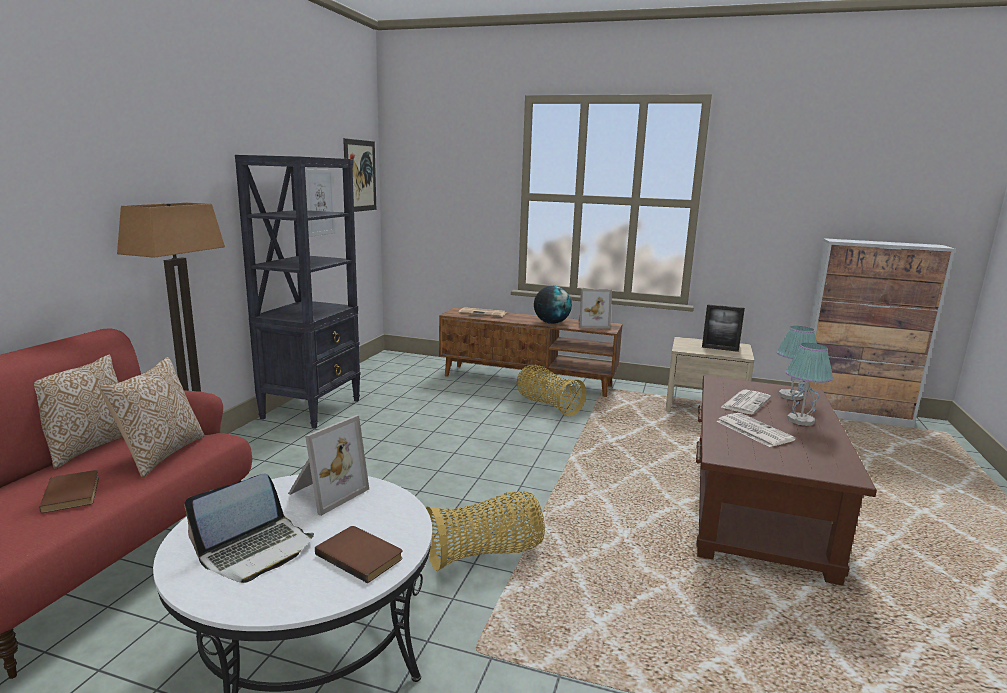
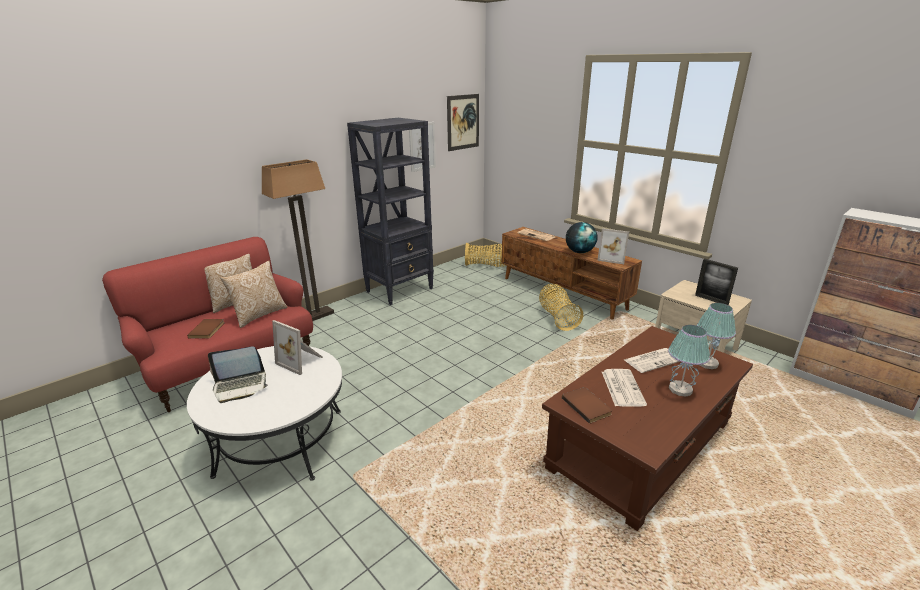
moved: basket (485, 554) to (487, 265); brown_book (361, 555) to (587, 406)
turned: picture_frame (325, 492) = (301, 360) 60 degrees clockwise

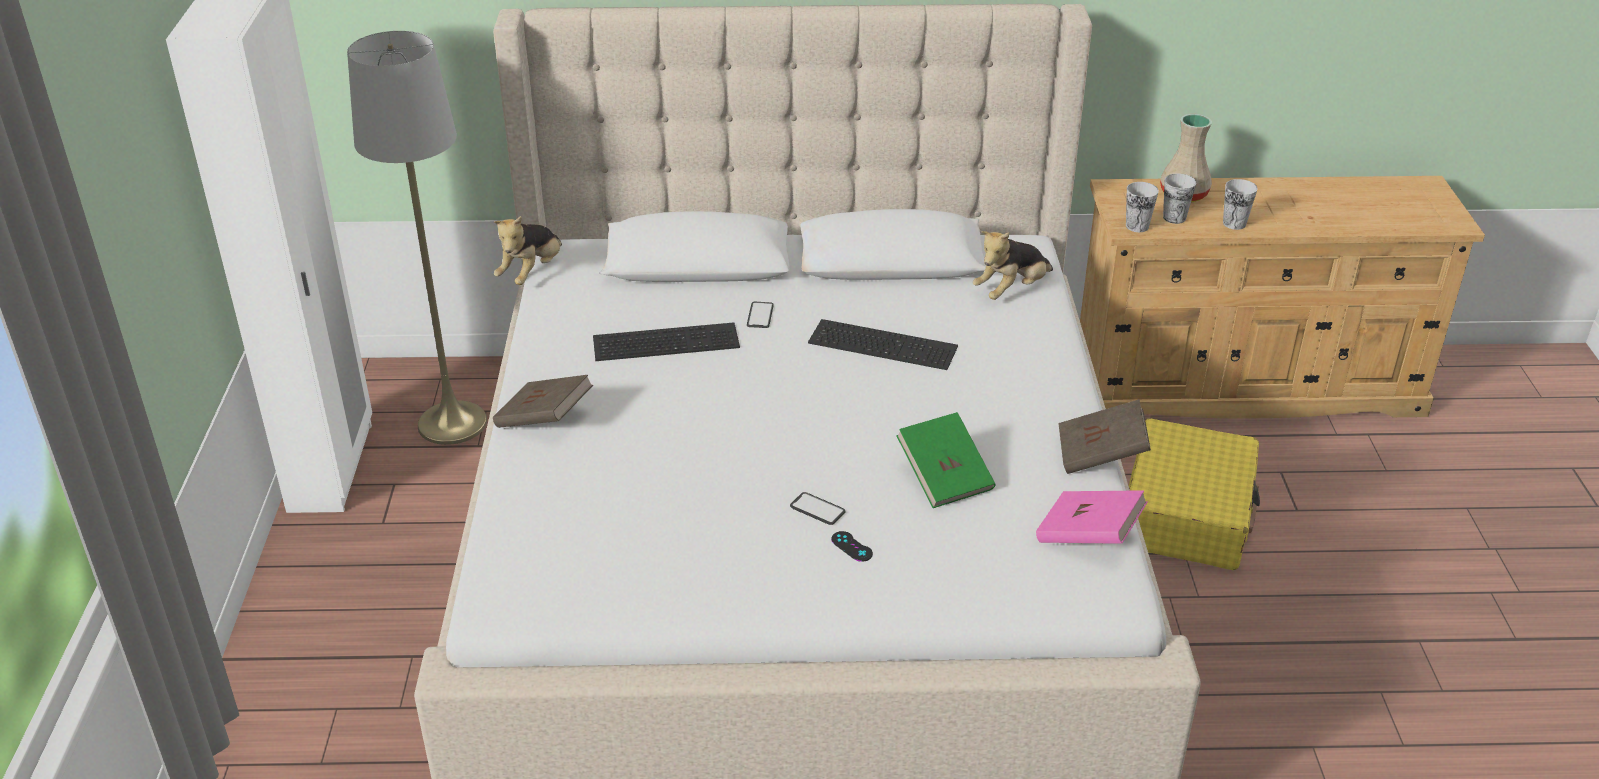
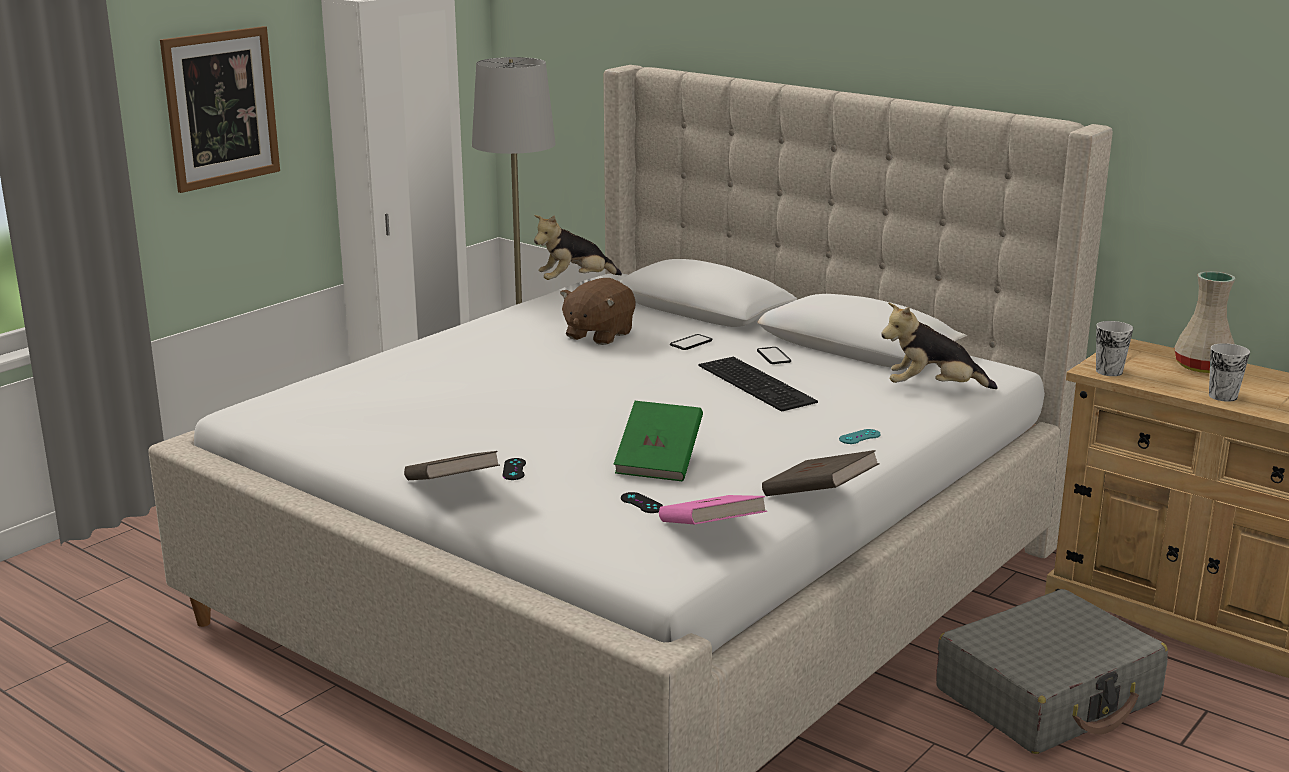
removed: cup (1174, 218)
added: picture (221, 108); black_game_controller (641, 503); turquoise_game_controller (859, 437)
moved: brown_book (544, 420) to (451, 489); phone (817, 509) to (773, 356)
replaced: keyboard (667, 340) to brown_plush_toy (598, 335)
recoloured: yellow_suitcase (1186, 512) to grey_suitcase (1048, 696)

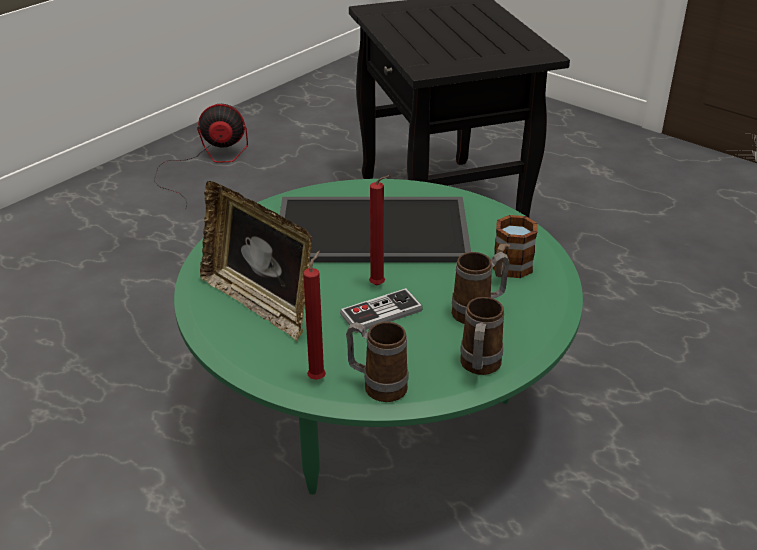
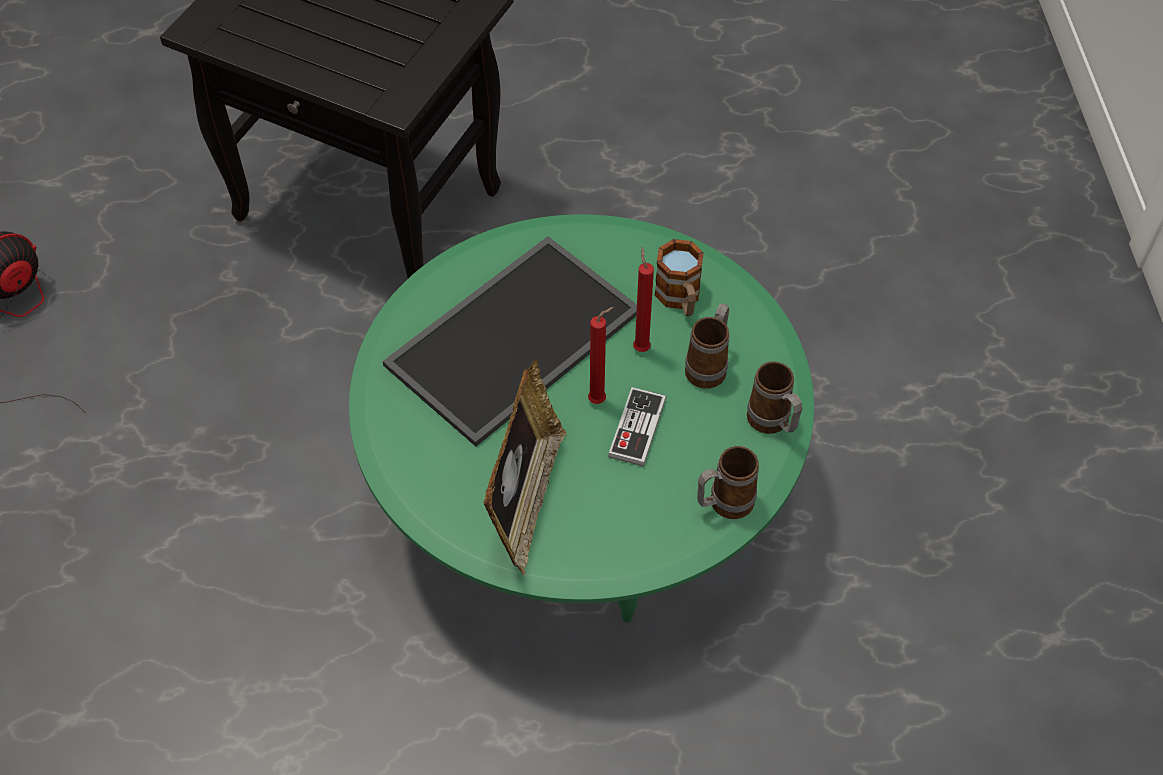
moved: red_candle (318, 377) to (641, 346)
turned: picture_frame (259, 303) = (526, 501) 75 degrees counterclockwise

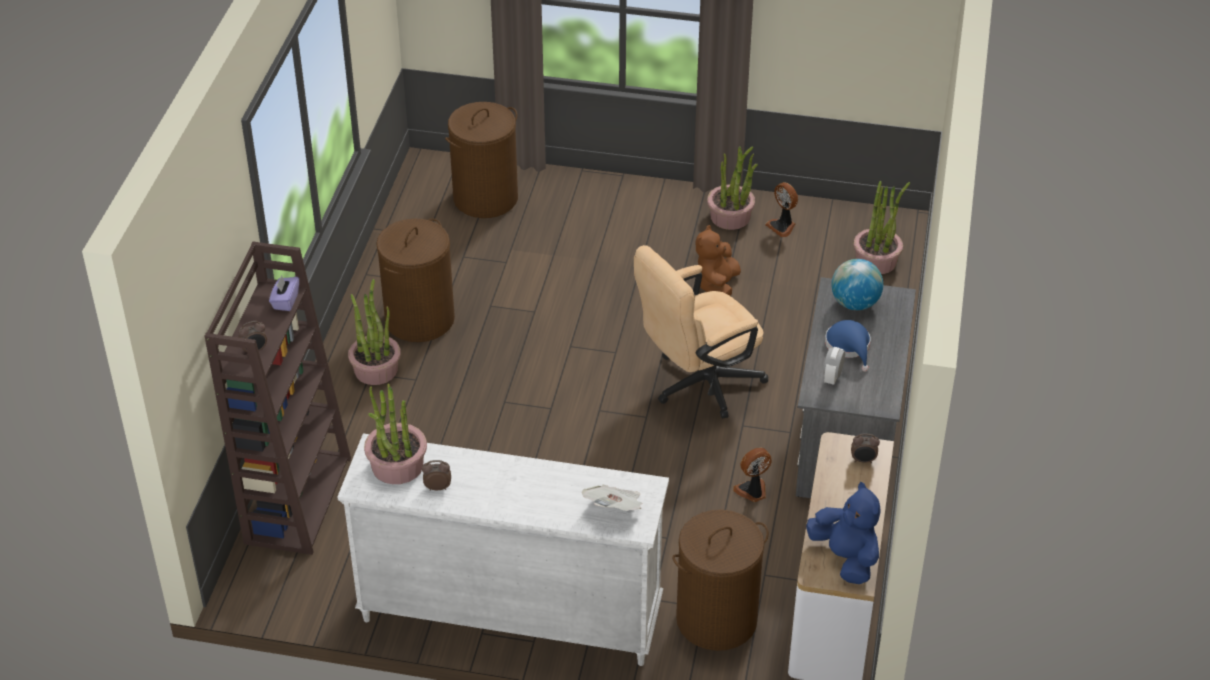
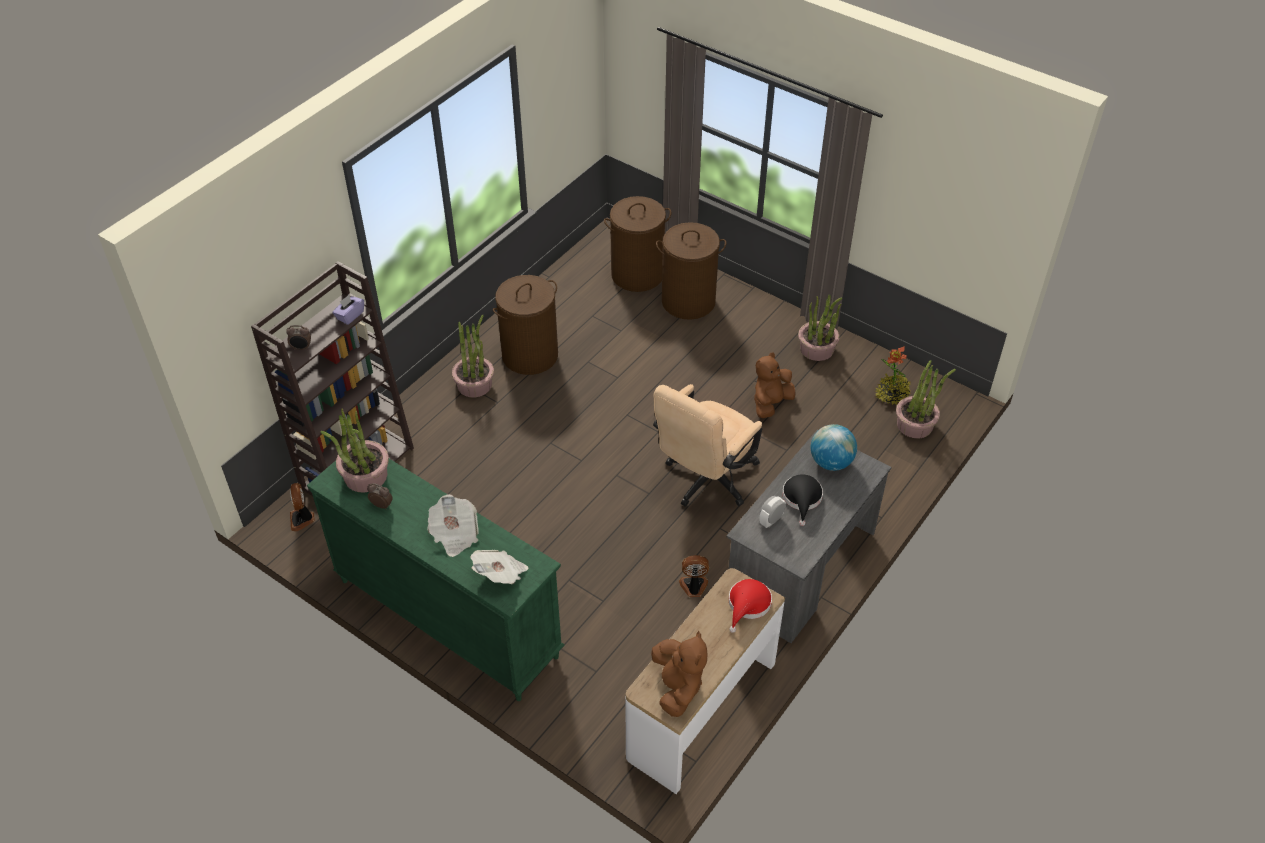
added: newspaper (454, 534); potted_plant (892, 394)
moved: fan (782, 226) to (302, 519); brown_laundry_basket (716, 619) to (688, 301)
replaced: alarm_clock (863, 460) to red_hat (748, 605)
recoloured: white_dresser (509, 614) to green_dresser (447, 617); blue_plush_toy (845, 558) to brown_plush_toy (678, 687); blue_hat (849, 346) to black_hat (802, 499)
turned: beige_office_chair (698, 385) = (705, 481) 45 degrees counterclockwise

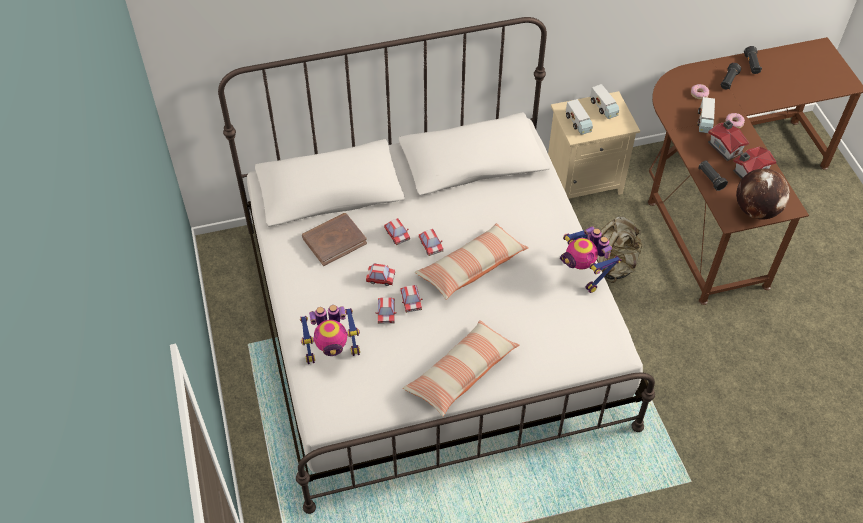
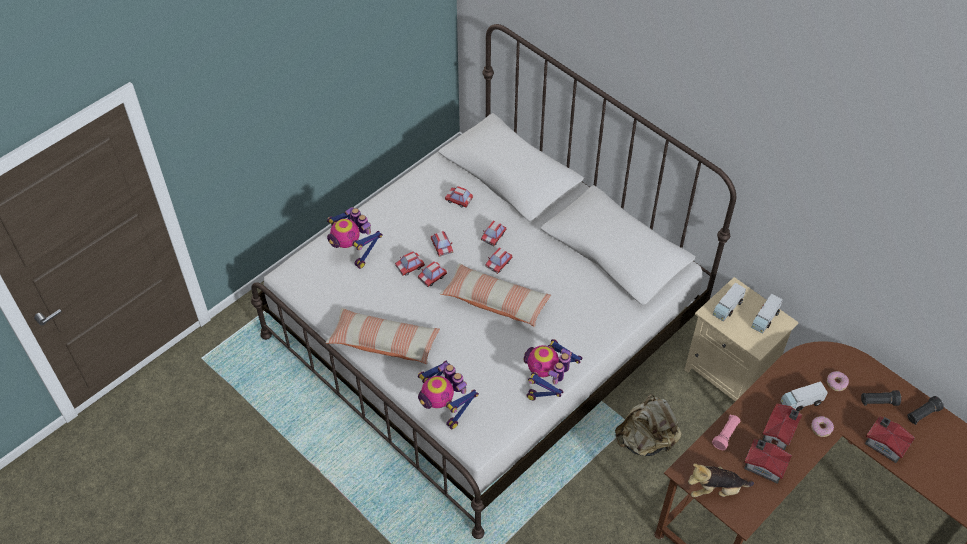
added: toy_robot (444, 407); toy_house (885, 444)
replaced: brown_book (334, 240) to toy_car (458, 200); globe (756, 210) to plush_toy (715, 489)
recoloured: black_flashlight (710, 179) to pink_flashlight (726, 435)

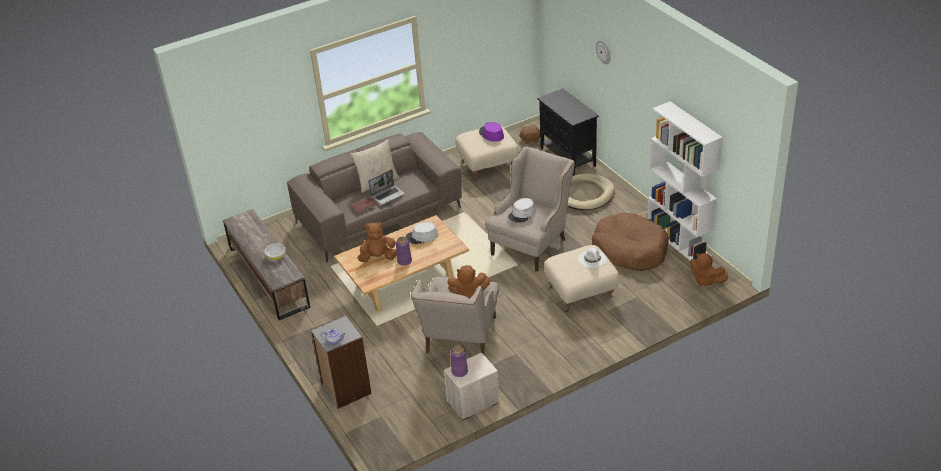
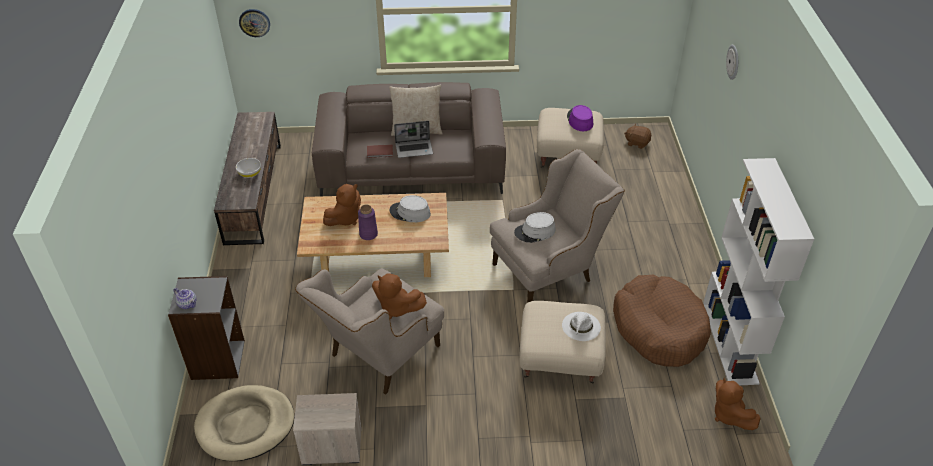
removed: purple_vase (459, 371); black_cabinet (568, 157)
added: wall_clock (254, 22)
moved: beige_dog_bed (586, 194) to (245, 425)
turned: brown_plush_toy (378, 258) = (345, 218) 120 degrees clockwise

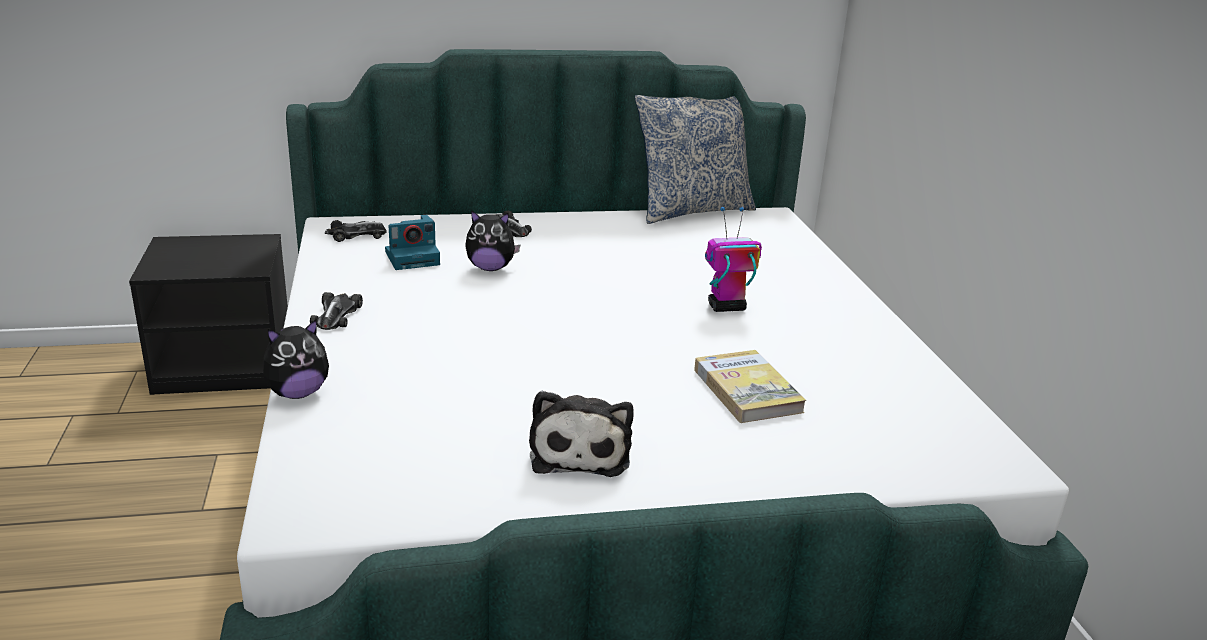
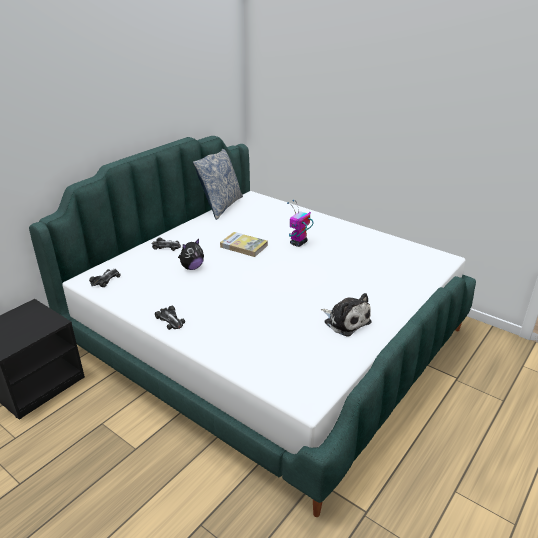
removed: plush_toy (297, 393); photo_camera (413, 258)
moved: book (747, 390) to (244, 246)

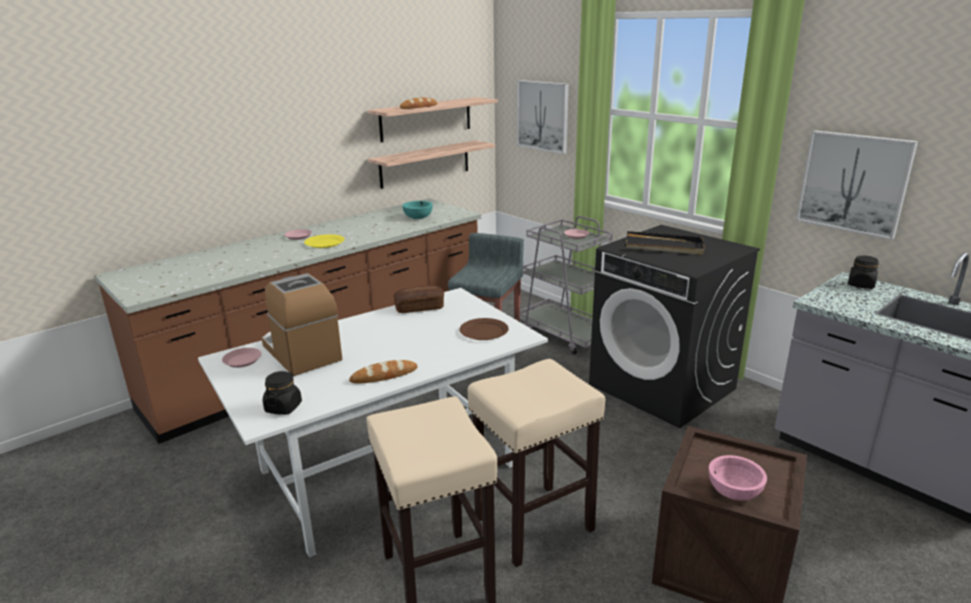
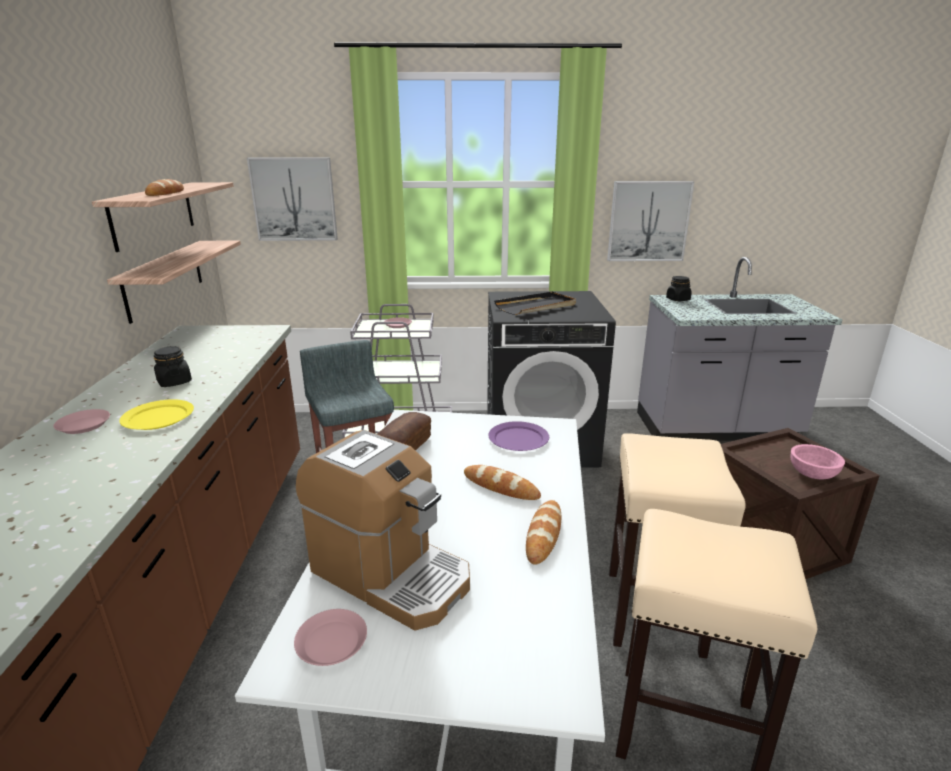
removed: turquoise_bowl (418, 218)
added: bread (500, 486)
moved: black_jar (283, 407) to (174, 382)
recoloured: brown_plate (483, 332) to purple_plate (518, 439)
turned: coffee_machine (301, 352) = (390, 574) 150 degrees counterclockwise

